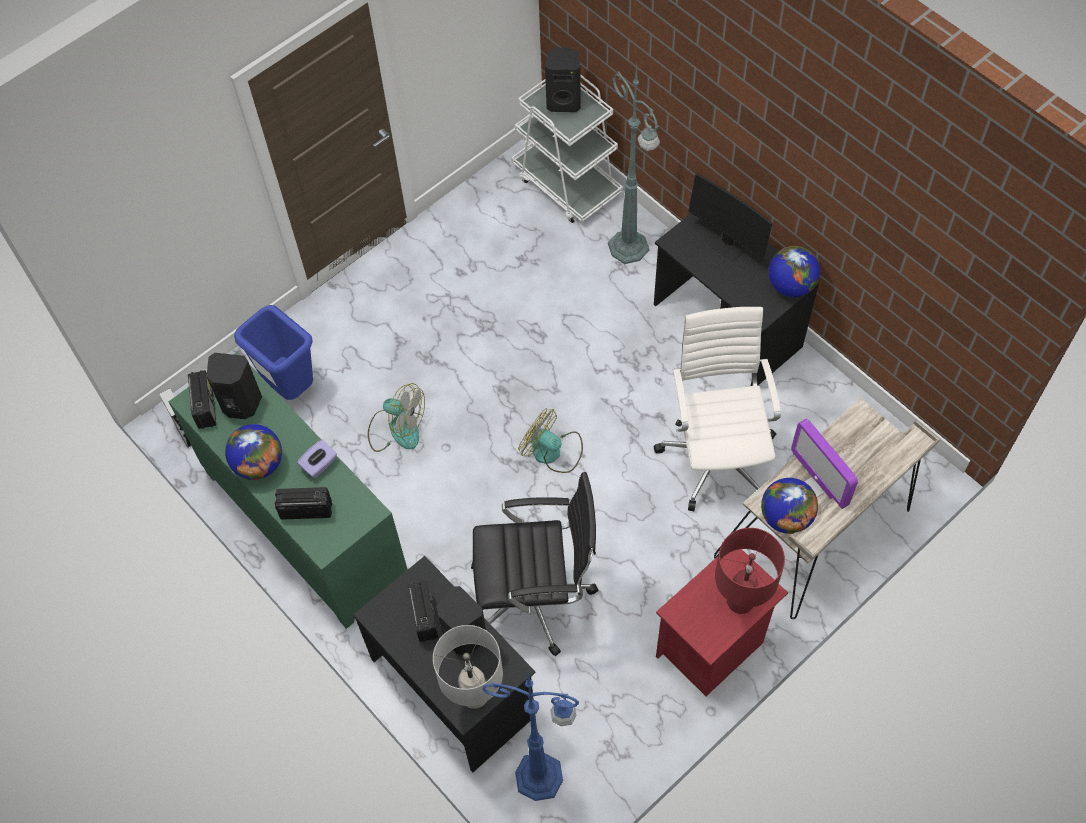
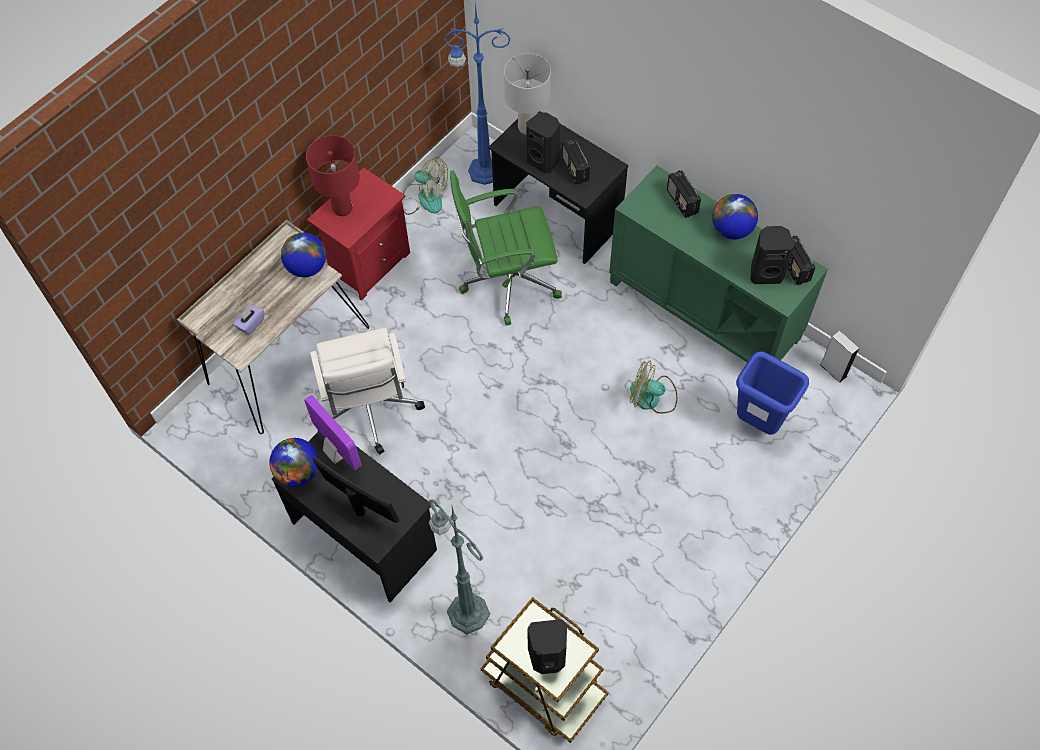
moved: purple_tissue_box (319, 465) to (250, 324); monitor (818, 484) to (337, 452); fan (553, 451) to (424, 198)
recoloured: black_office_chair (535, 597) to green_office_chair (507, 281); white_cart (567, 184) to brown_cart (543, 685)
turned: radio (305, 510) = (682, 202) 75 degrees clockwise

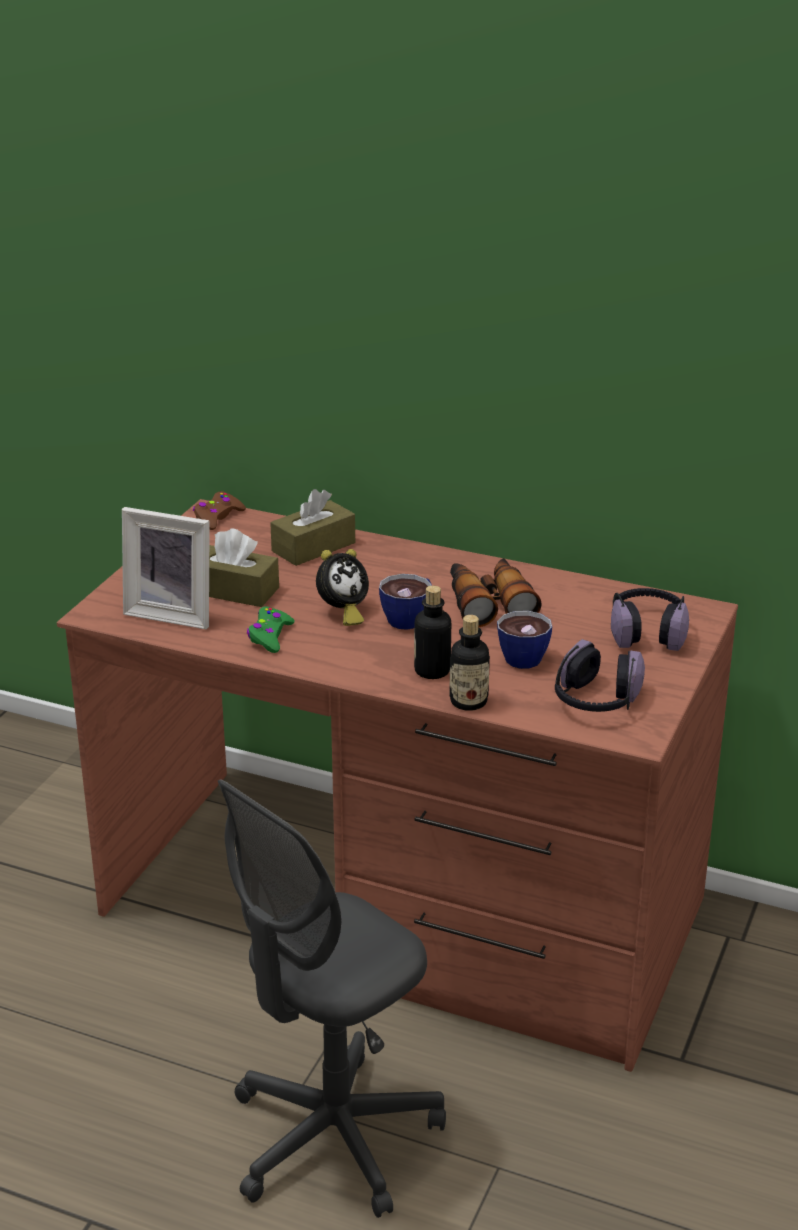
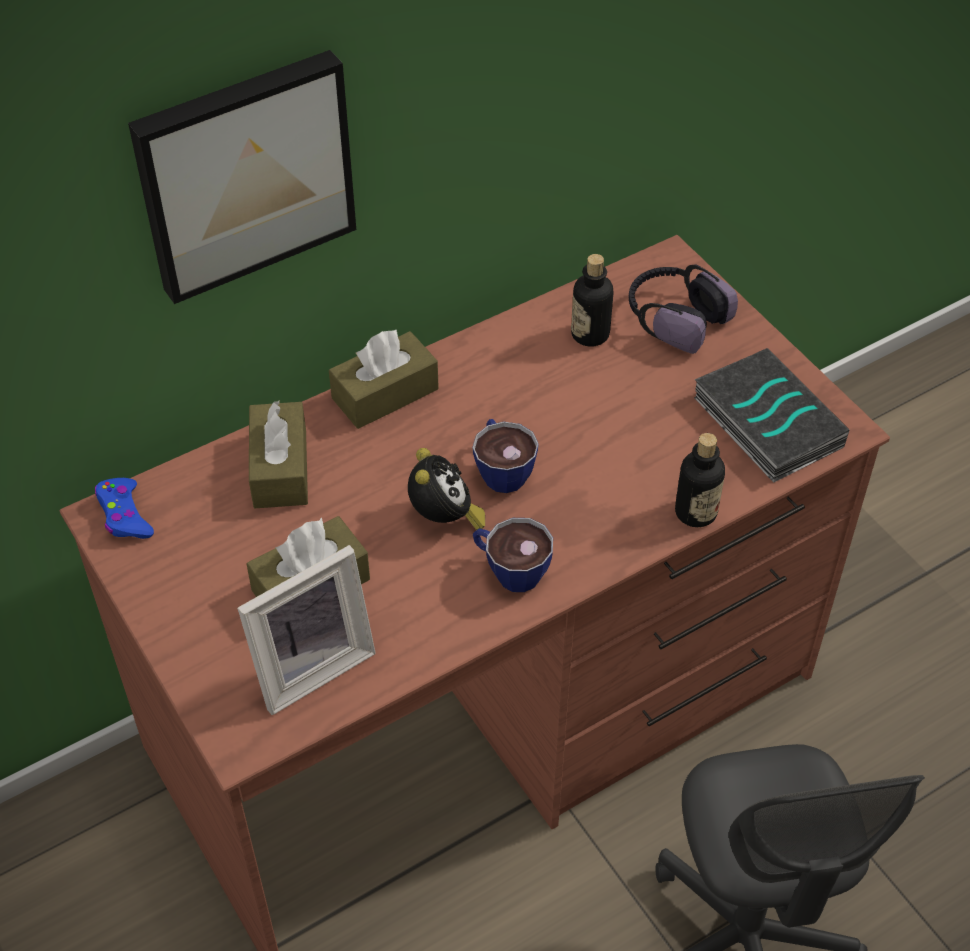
removed: green_game_controller (270, 636); binoculars (489, 603)
added: picture (244, 173); brown_tissue_box (385, 394)
moved: cup (522, 655) to (509, 570); bottle (432, 671) to (590, 334)
replaced: headphones (595, 701) to book (764, 422)
recoloured: brown_game_controller (217, 517) to blue_game_controller (124, 515)

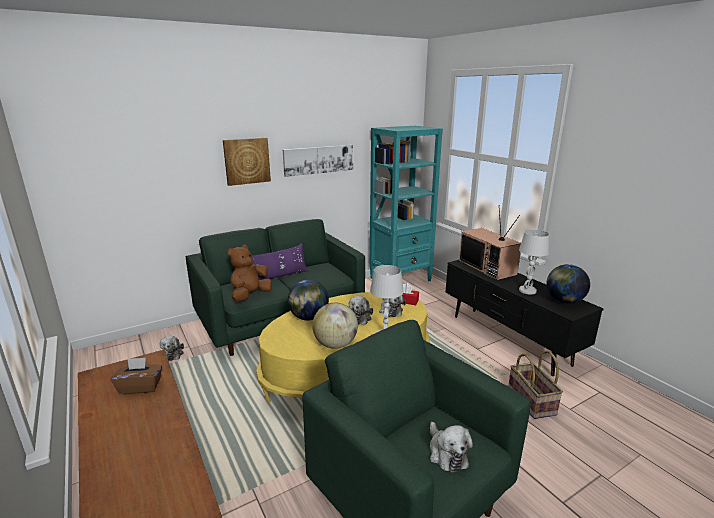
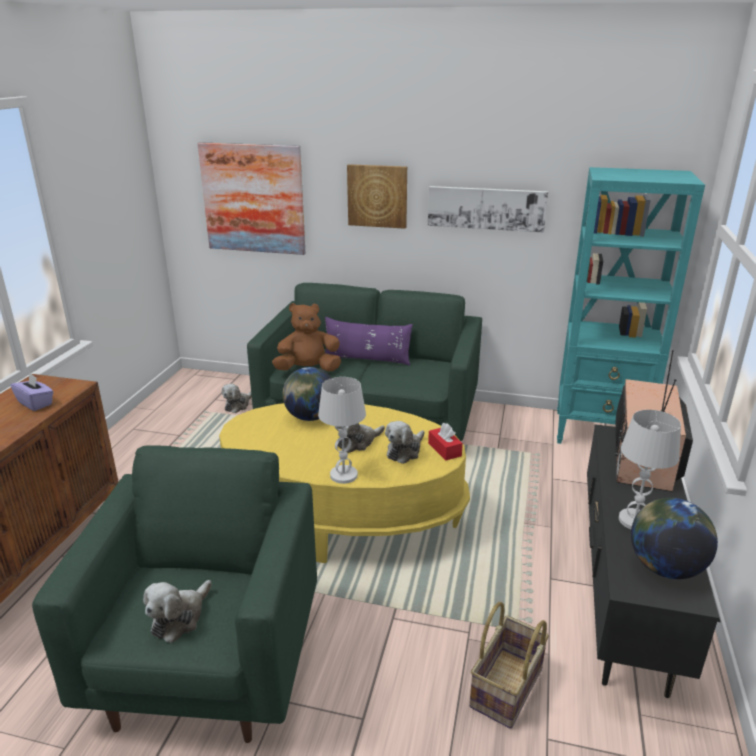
removed: globe (335, 344)
added: picture (253, 199)
recoloured: brown_tissue_box (140, 387) to purple_tissue_box (36, 403)

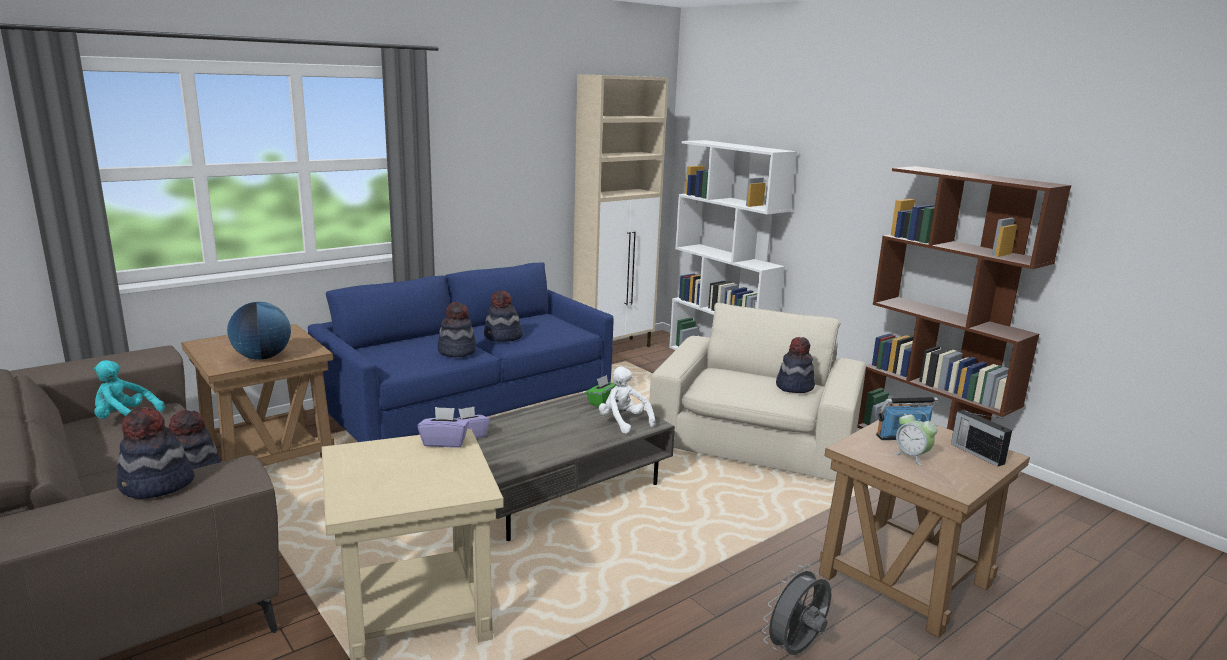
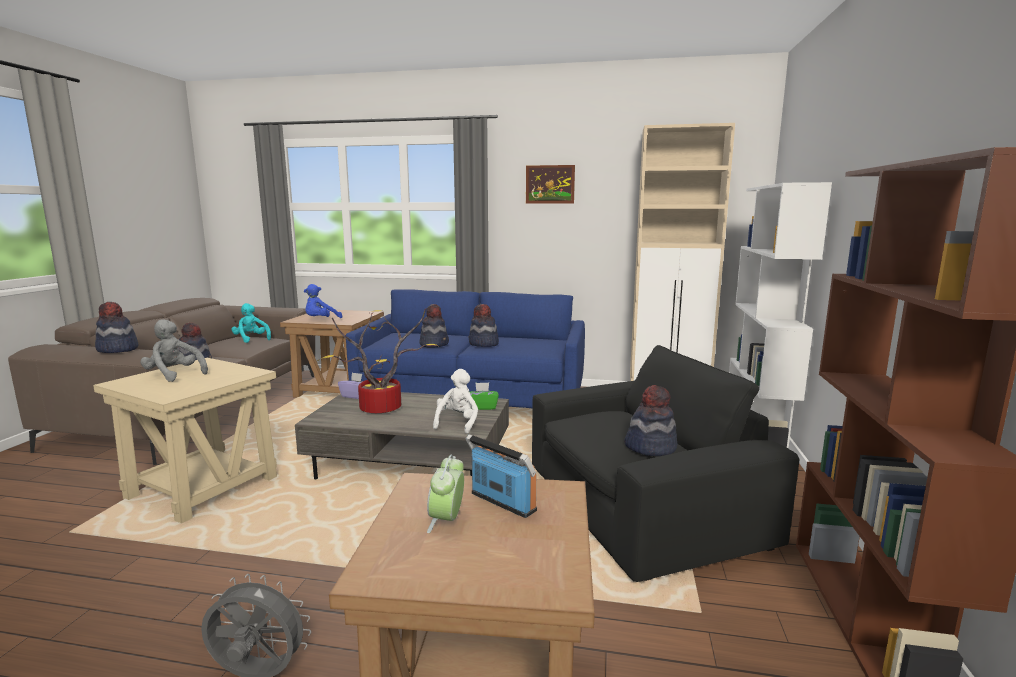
removed: purple_tissue_box (444, 442); radio (976, 453)
added: grey_plush_toy (174, 375); potted_plant (379, 409); picture (550, 184)
replaced: globe (262, 357) to blue_plush_toy (321, 320)
recoloured: beige_armchair (755, 439) to black_armchair (640, 504)

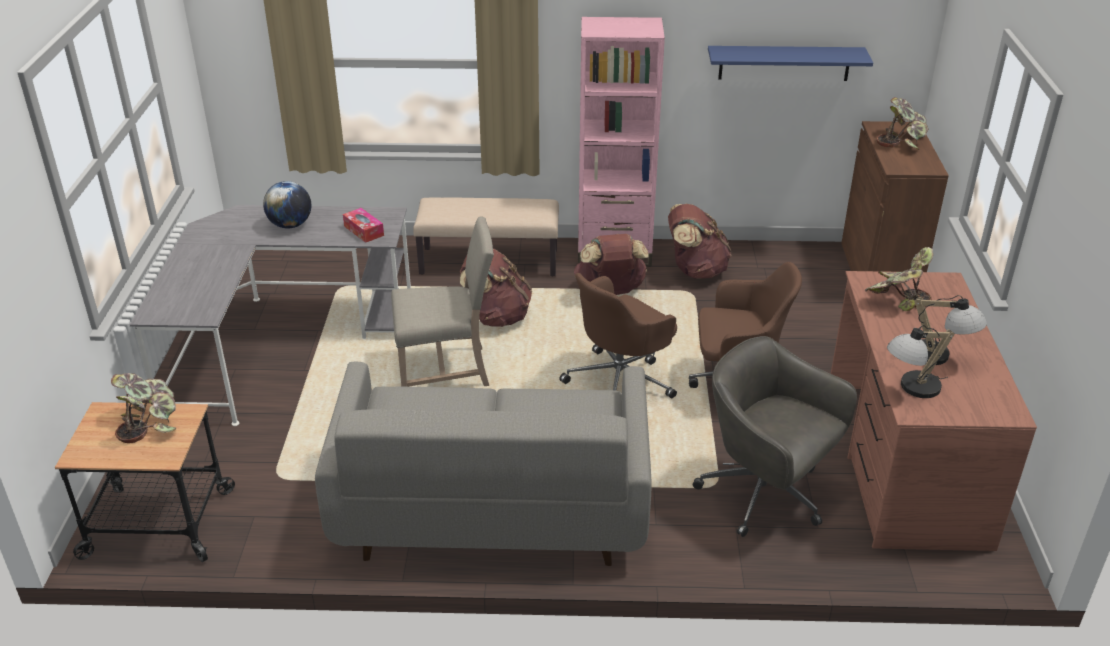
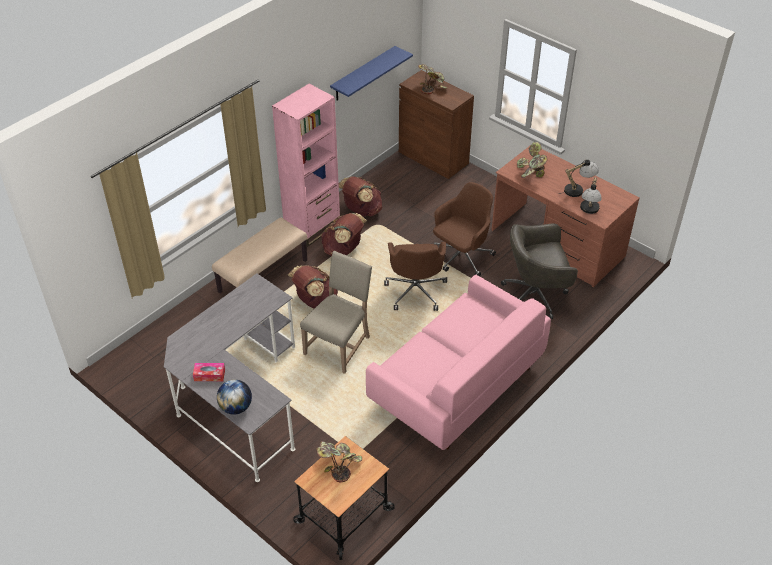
moved: tissue_box (364, 231) to (209, 375); globe (290, 225) to (236, 407)
recoloured: grey_sofa (492, 506) to pink_sofa (456, 385)

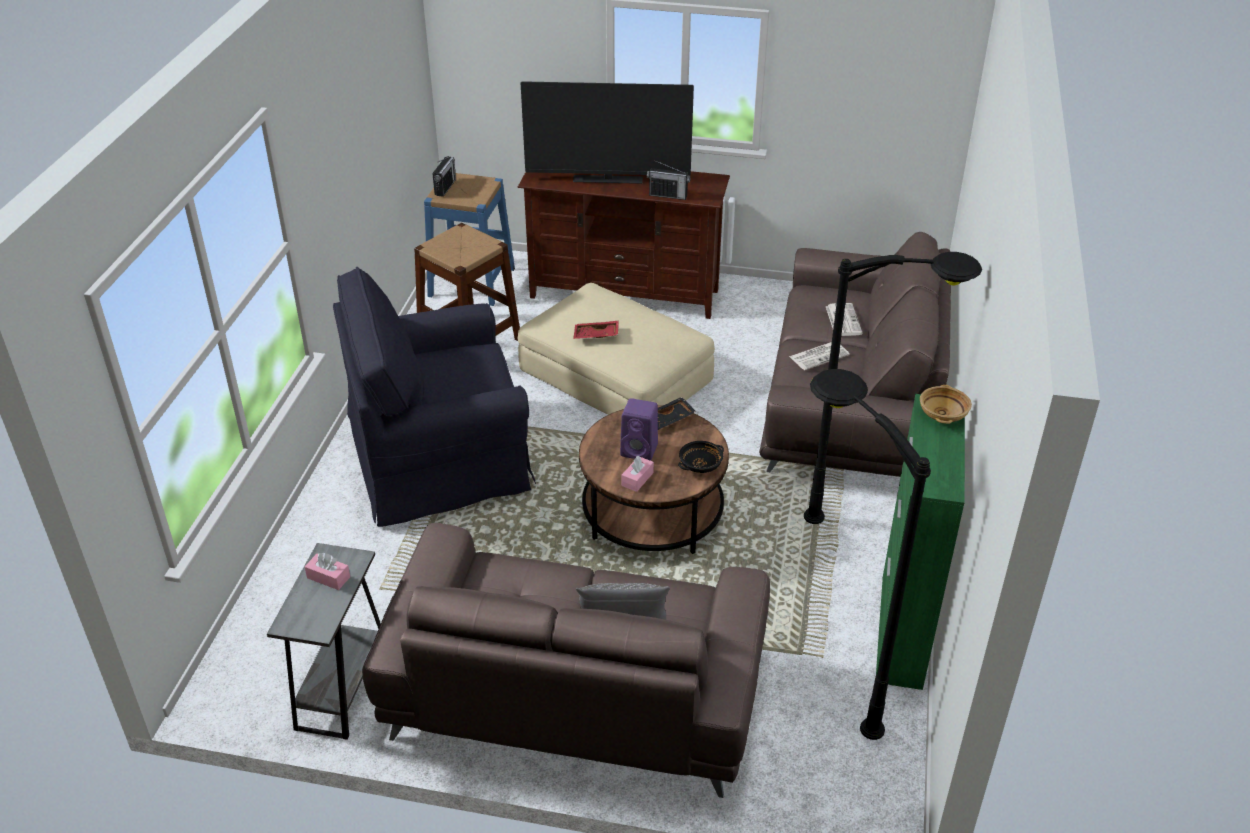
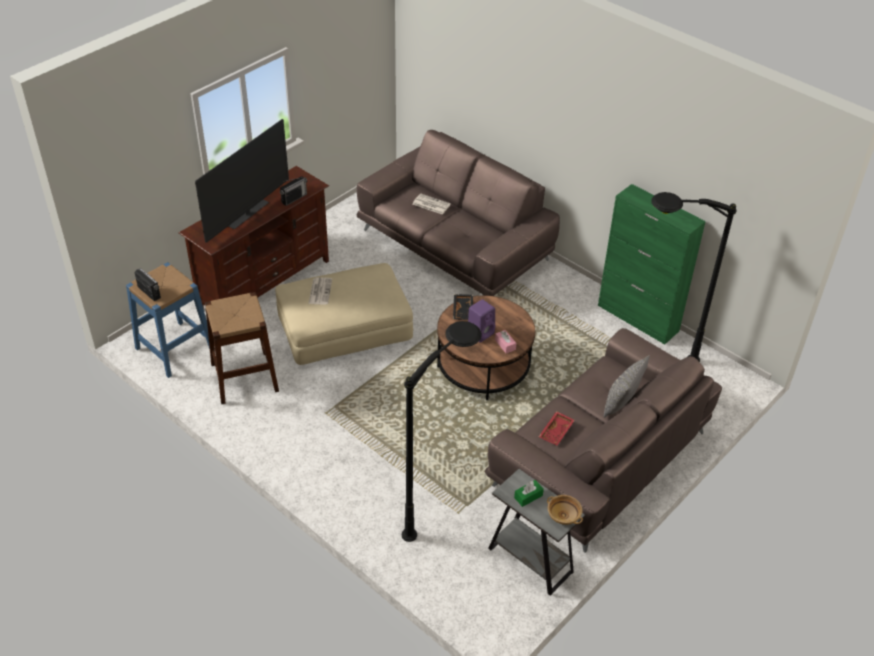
removed: black_armchair (440, 455); black_bowl (700, 465)
moved: newspaper (819, 355) to (320, 291); black_floor_lamp (879, 526) to (442, 506); red_tray (596, 335) to (556, 432); beige_bowl (943, 414) to (564, 515)
recoloured: pink_tissue_box (328, 577) to green_tissue_box (528, 496)

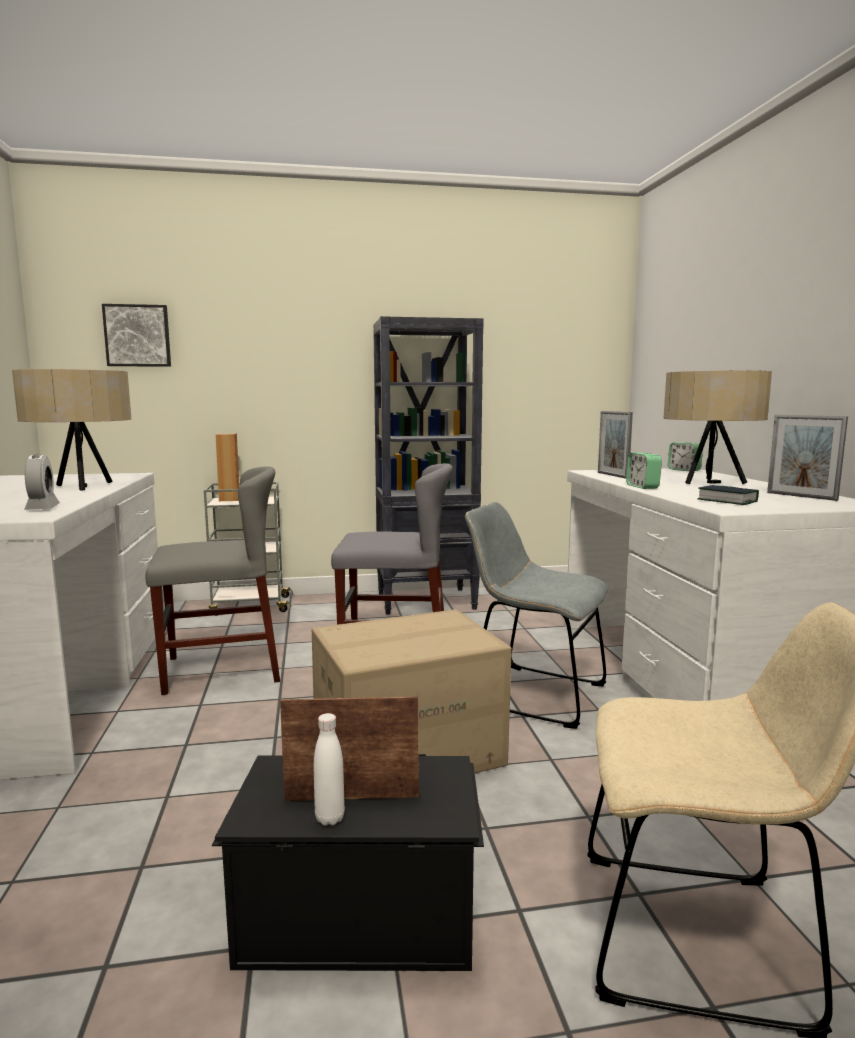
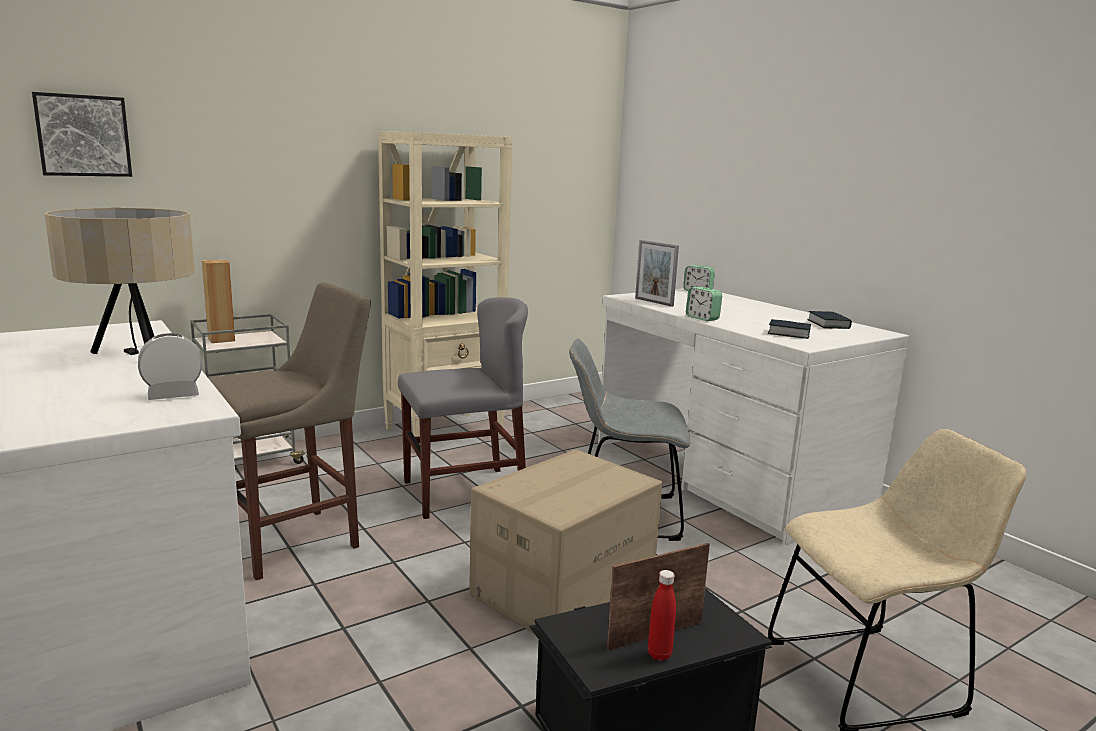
removed: beige_table_lamp (708, 483)
replaced: grey_chair (222, 669) to beige_stool (297, 541); picture_frame (801, 496) to book (828, 324)
recoloured: black_bookcase (427, 601) to beige_bookcase (445, 431); white_bottle (330, 818) to red_bottle (659, 654)
turned: alarm_clock (42, 508) = (173, 395) 75 degrees counterclockwise

